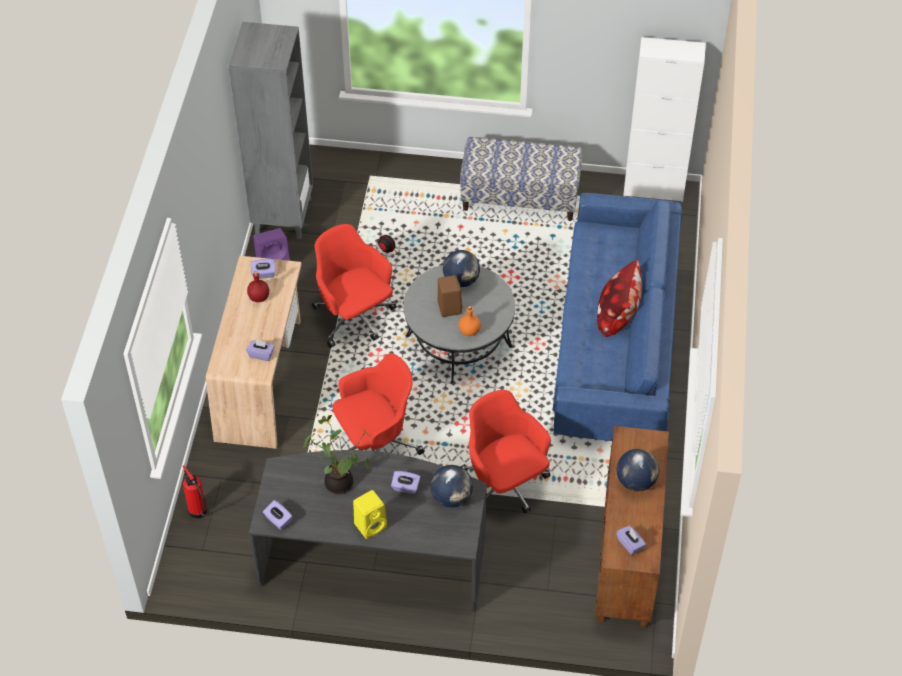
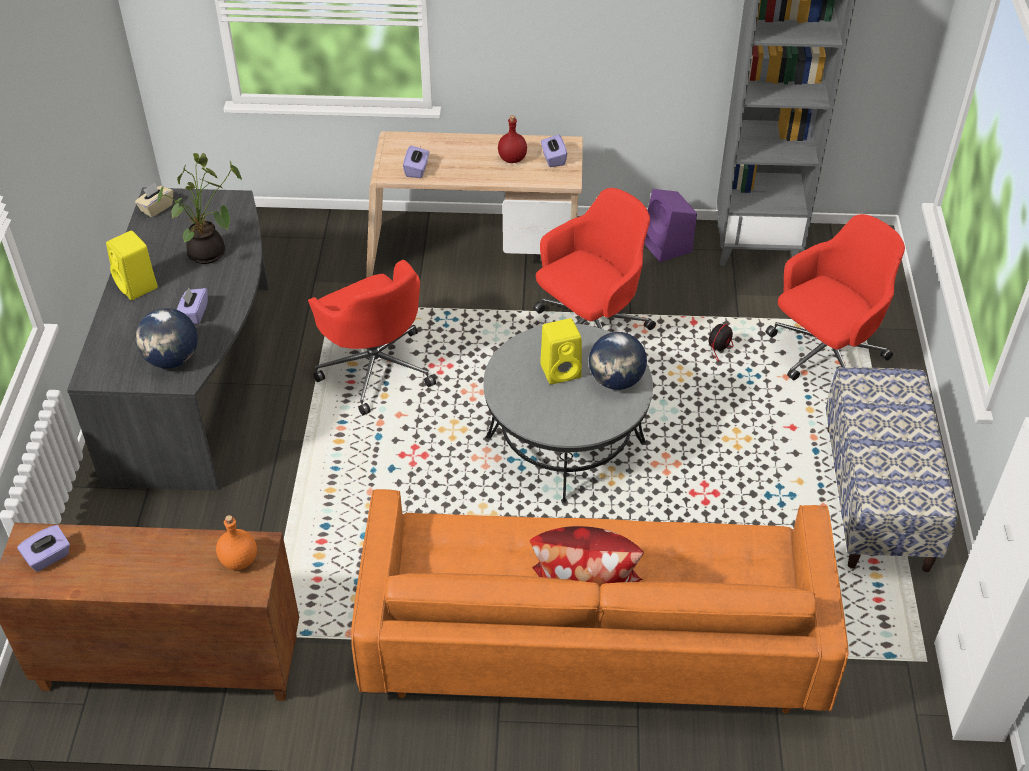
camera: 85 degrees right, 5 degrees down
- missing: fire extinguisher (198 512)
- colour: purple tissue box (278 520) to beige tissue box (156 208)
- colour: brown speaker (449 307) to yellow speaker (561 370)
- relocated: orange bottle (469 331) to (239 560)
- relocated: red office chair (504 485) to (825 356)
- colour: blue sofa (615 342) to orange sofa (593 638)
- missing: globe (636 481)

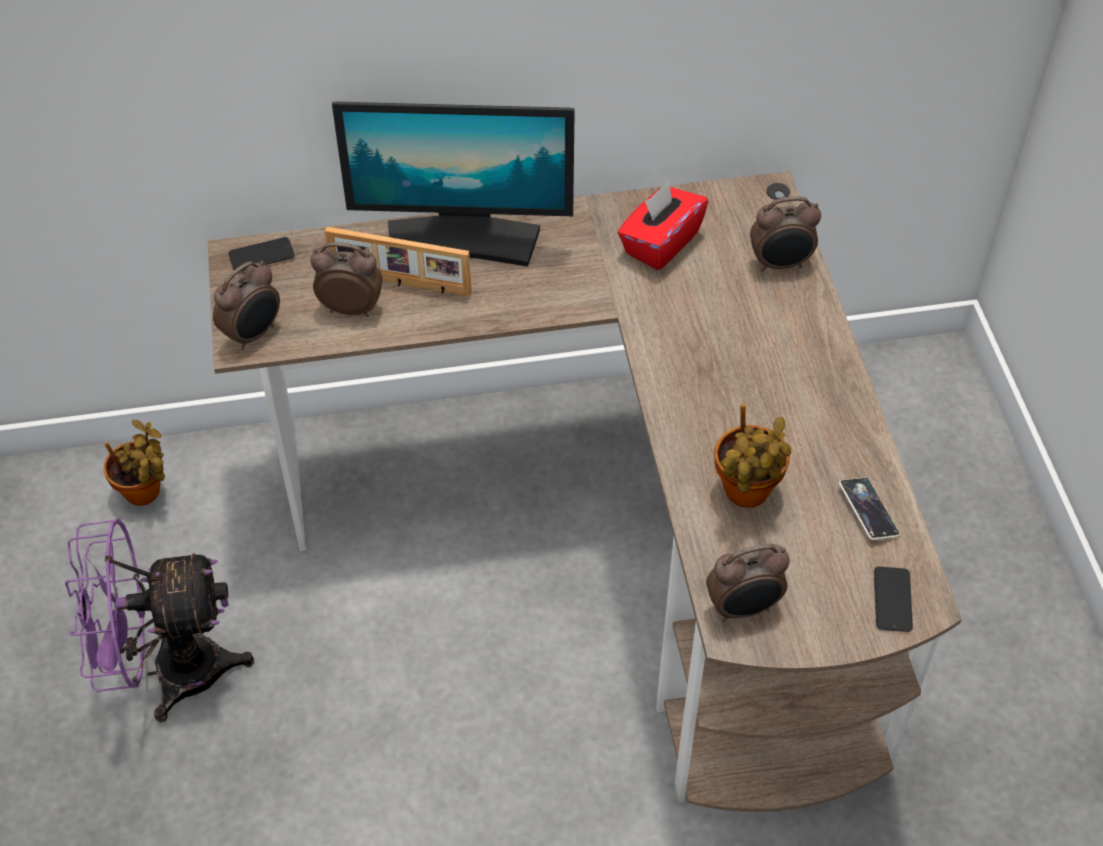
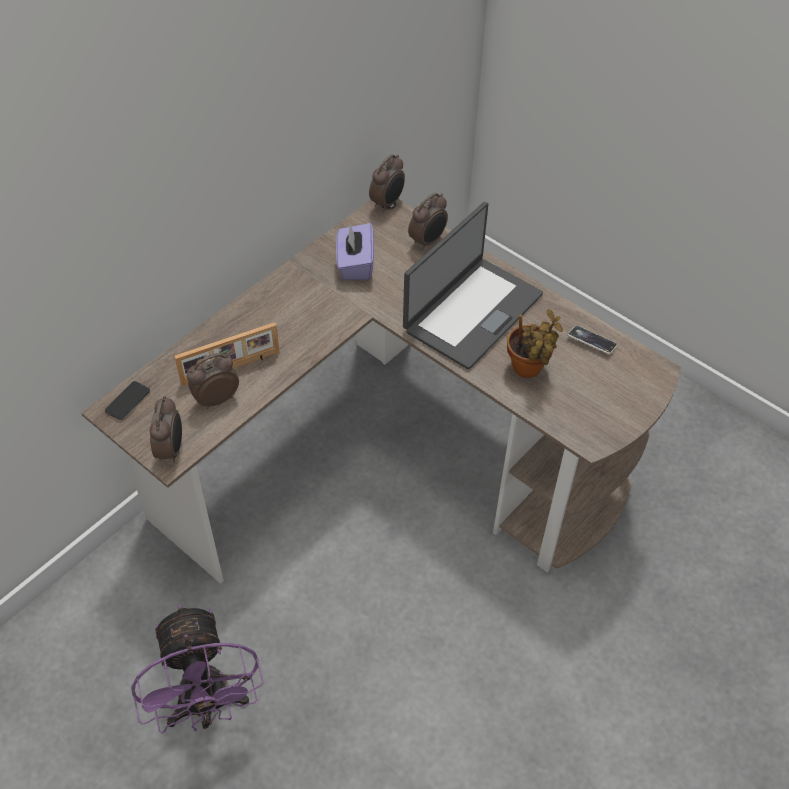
camera: 40 degrees left, 0 degrees up
- spun: purple fan (169 672) = (207 707) 60 degrees counterclockwise
- missing: potted plant (146 493)
- missing: monitor (462 240)
- colour: red tissue box (660 243) to purple tissue box (355 264)
- relocated: alarm clock (744 609) to (387 203)
- missing: phone (892 600)
- appeared: laptop (471 312)

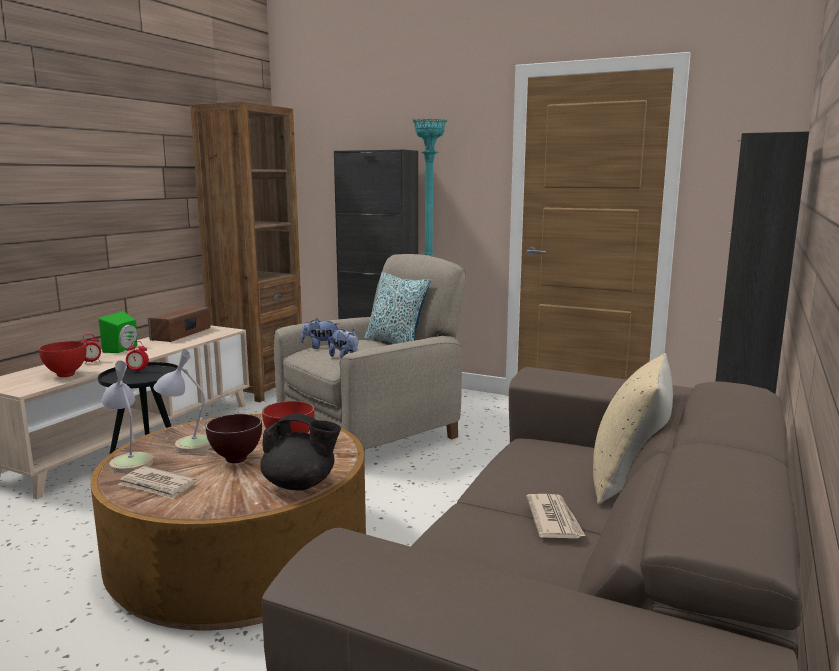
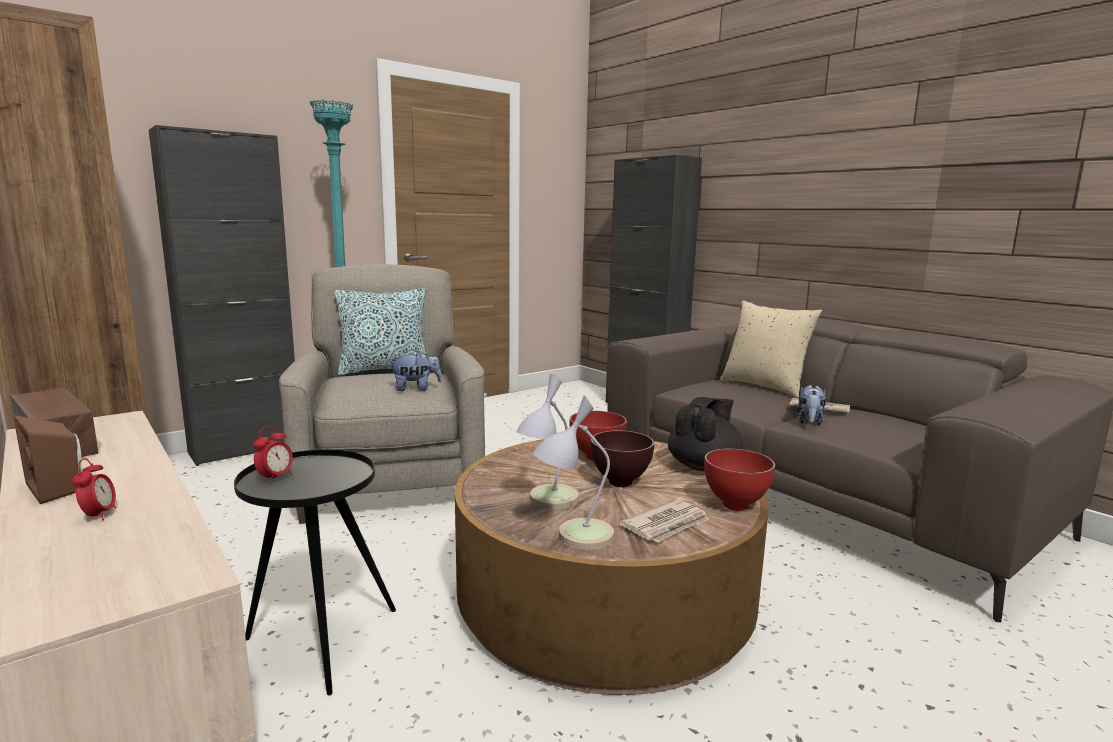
camera: 65 degrees left, 0 degrees up
- relocated: red bowl (67 375) to (735 505)
- colour: green speaker (123 349) to brown speaker (58 488)
- relocated: plush toy (320 347) to (809 422)

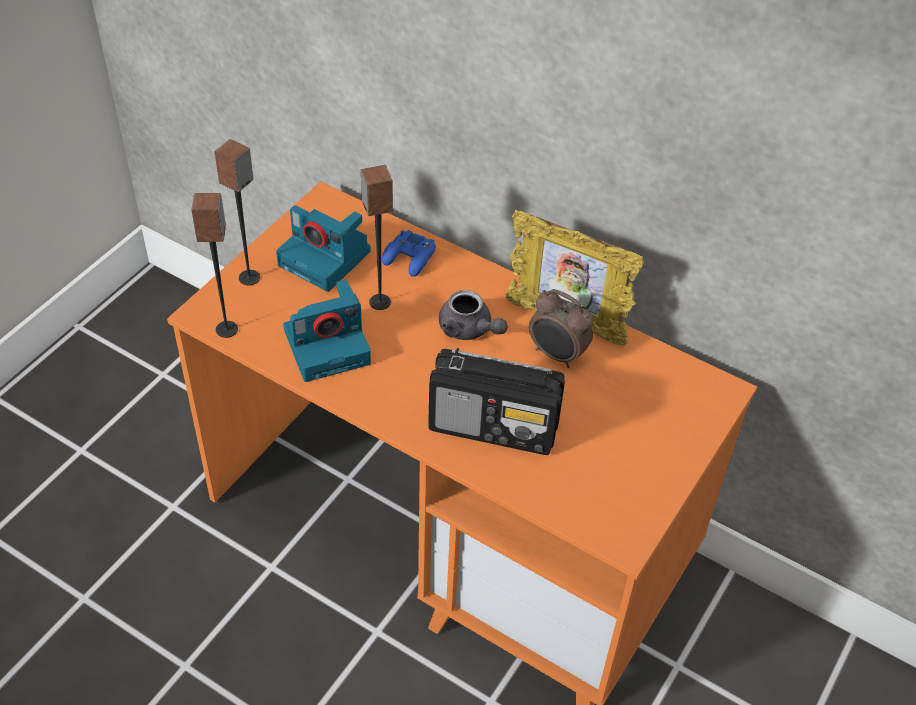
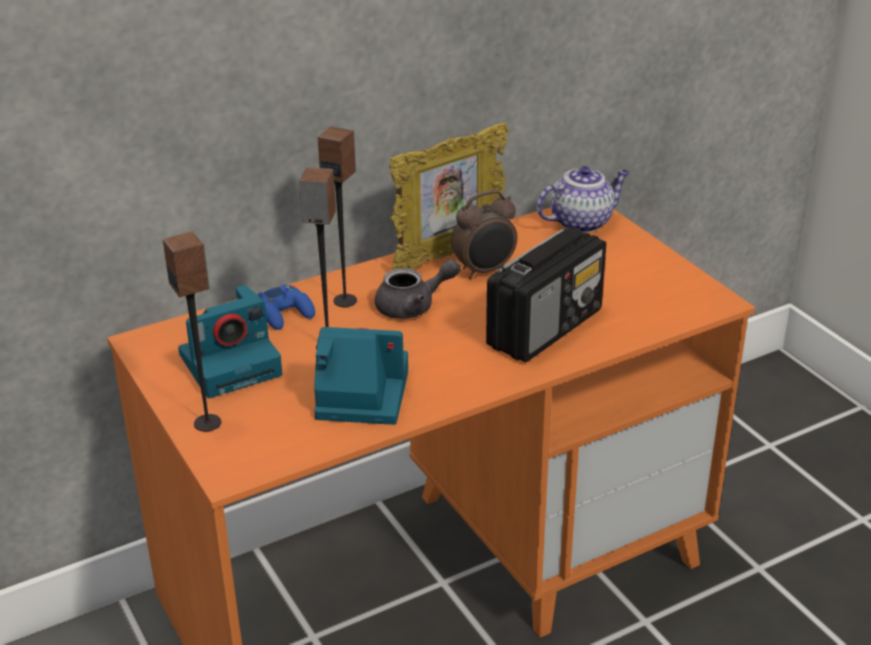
camera: 60 degrees left, 15 degrees down
- relocated: speaker (227 329) to (345 300)
- spun: photo camera (328 345) = (359 395) 90 degrees counterclockwise
- appeared: teapot (582 222)

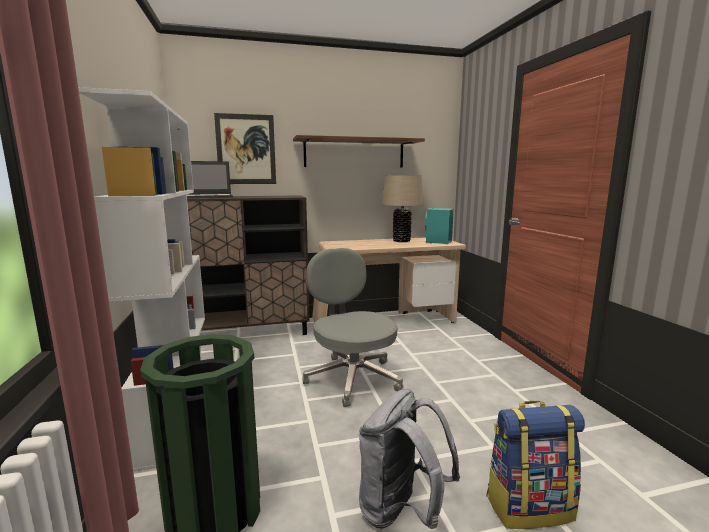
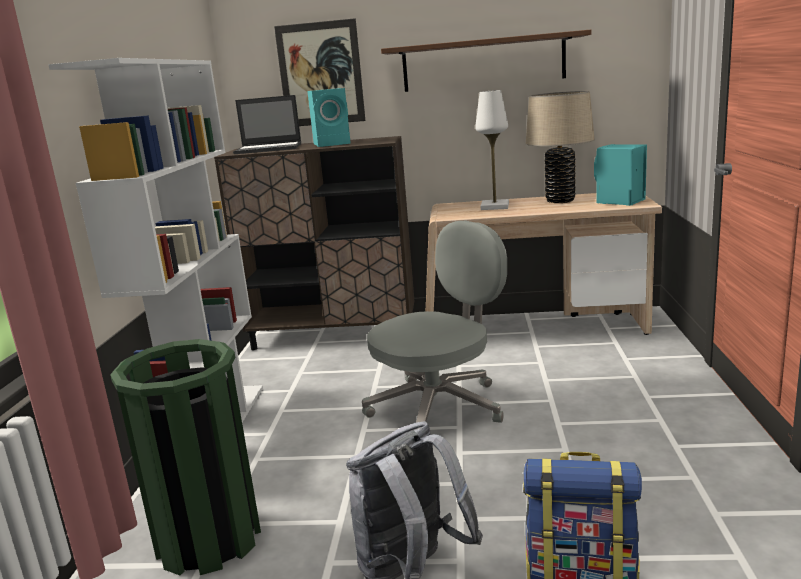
camera: 20 degrees right, 5 degrees up
- spun: grey office chair (352 378) = (439 407) 60 degrees clockwise
- appeared: turquoise speaker (333 144)
- appeared: white table lamp (494 206)

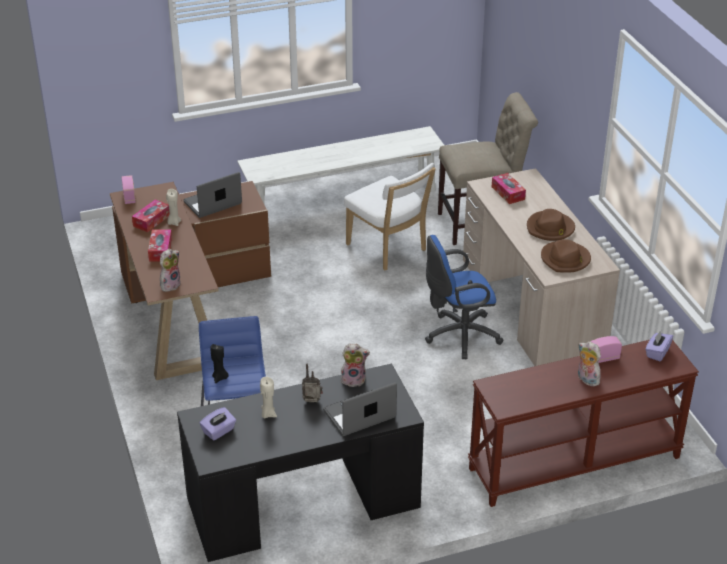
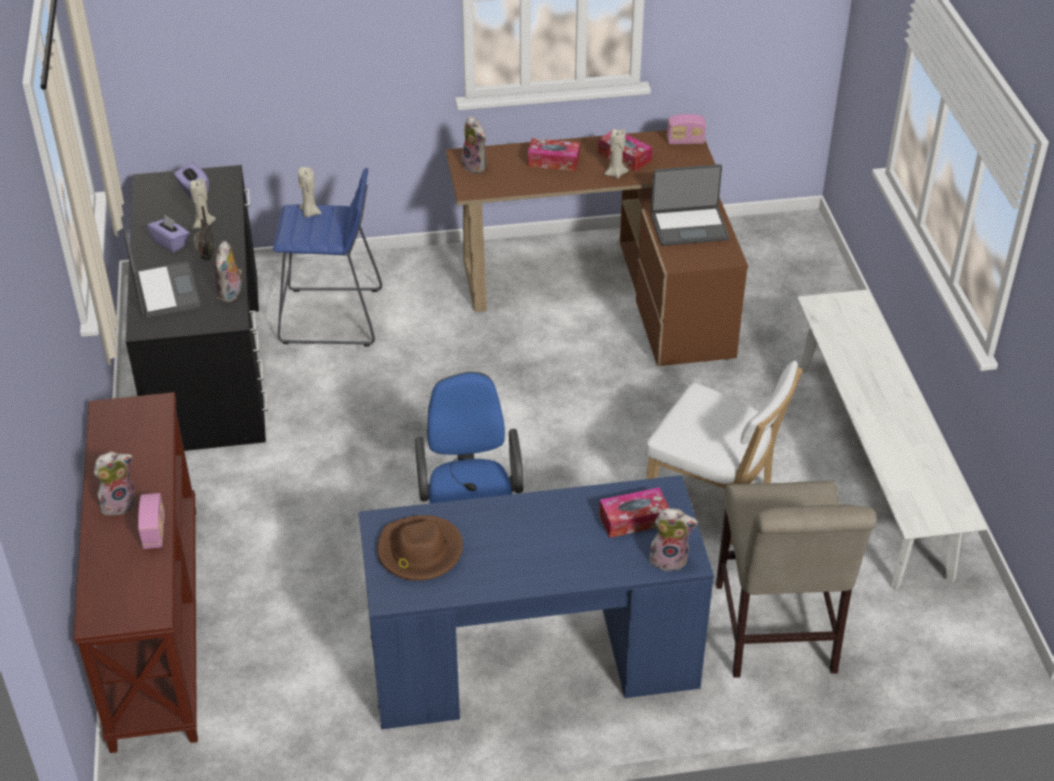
camera: 100 degrees right, 5 degrees up
- spun: laptop (213 203) = (689 226) 105 degrees clockwise
- colour: black candle (220 378) to beige candle (309 213)
- spun: white chair (388 249) = (713 502) 120 degrees counterclockwise
- colour: beige desk (531 304) to blue desk (531 655)
- missing: brown hat (550 228)
- relocated: purple tissue box (657 353) to (170 243)
- appeared: plush toy (669 559)

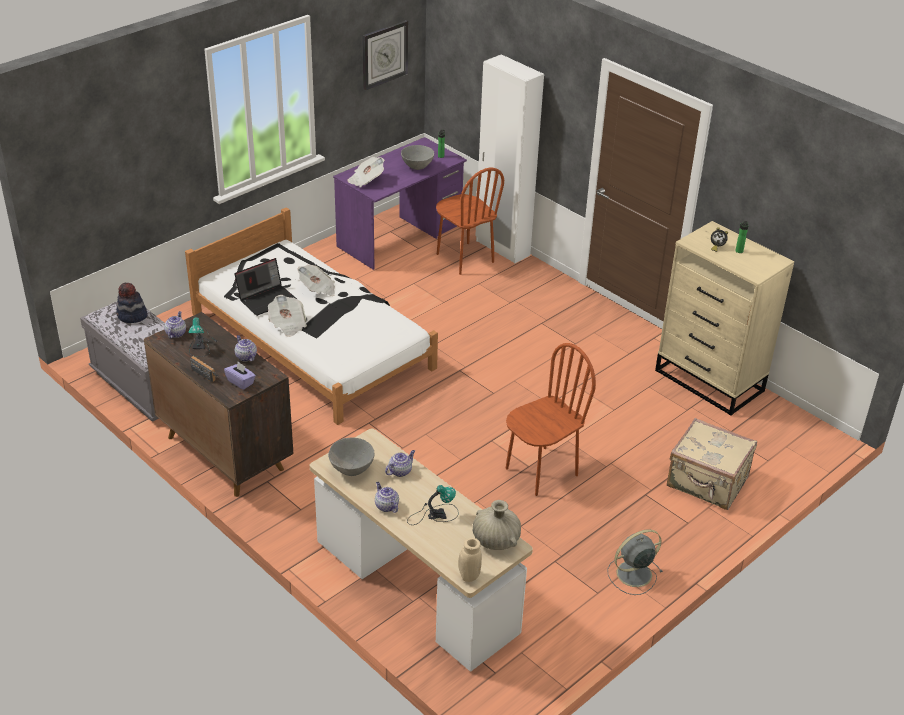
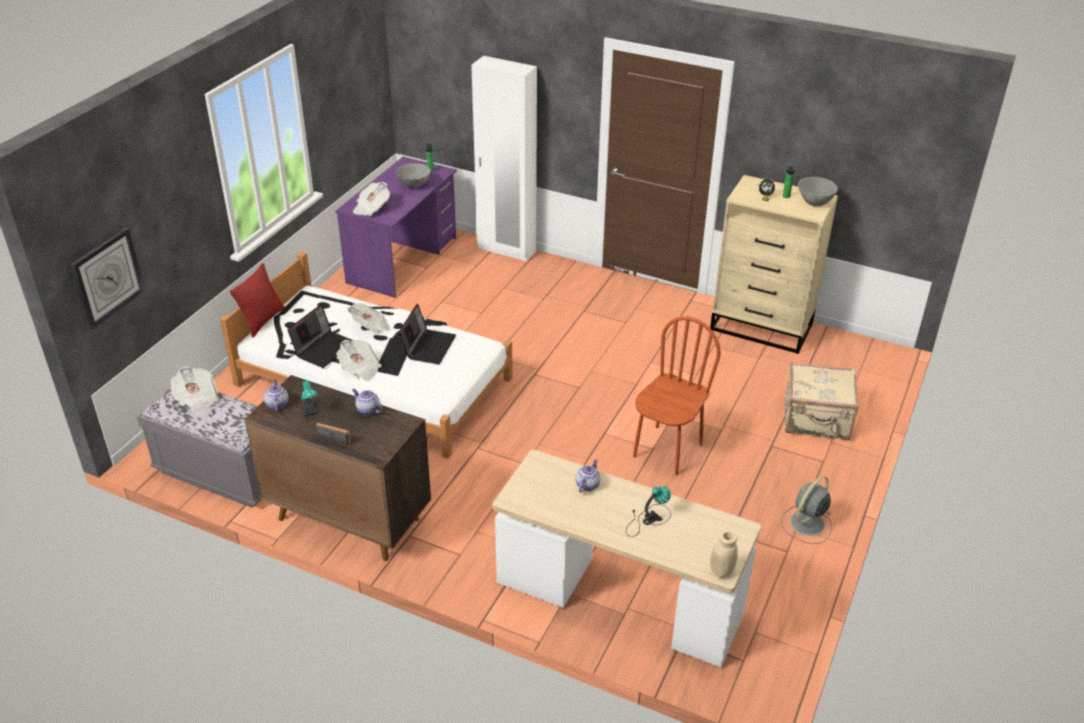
camera: 20 degrees left, 0 degrees up
- exchanged: hat (132 316) to newspaper (197 400)
- missing: purple tissue box (241 382)
- relocated: grey bowl (351 469) to (814 203)
- relocated: wall clock (384 54) to (107 277)
- missing: teapot (386 506)
- missing: brown chair (464 258)
- missing: beige vase (496 540)
- appeared: red pillow (262 320)
- appeared: laptop (428 346)

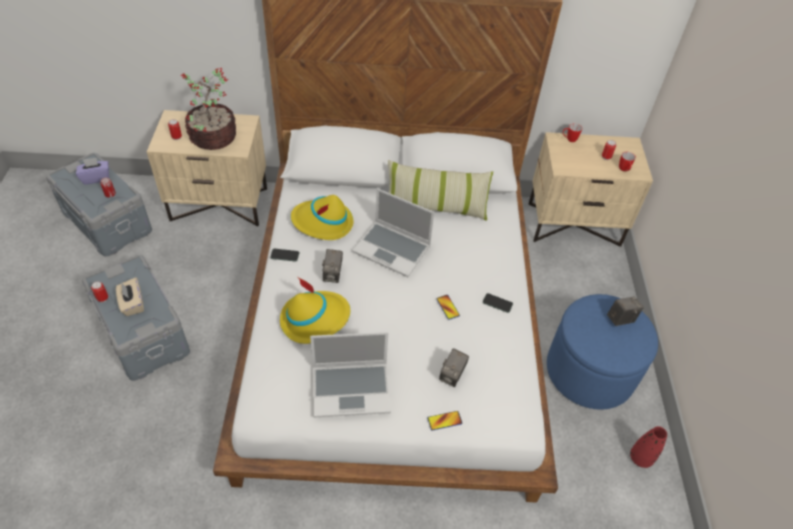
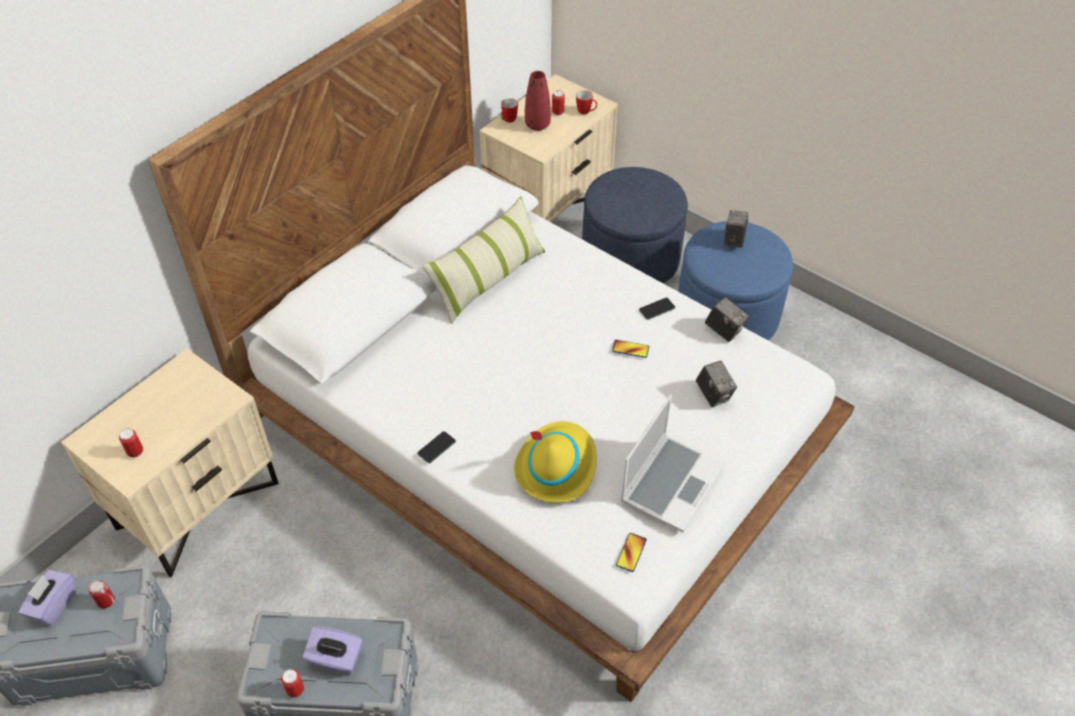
camera: 50 degrees left, 0 degrees up
- colour: beige tissue box (132 304) to purple tissue box (335 659)
- missing: potted plant (212 138)
- missing: yellow hat (322 223)
- relocated: photo camera (333 274) to (724 330)
- missing: laptop (393 249)
- relocated: phone (444 421) to (631 552)
- relocated: red vase (640 458) to (537 125)
- appeared: blue ottoman (630 258)

